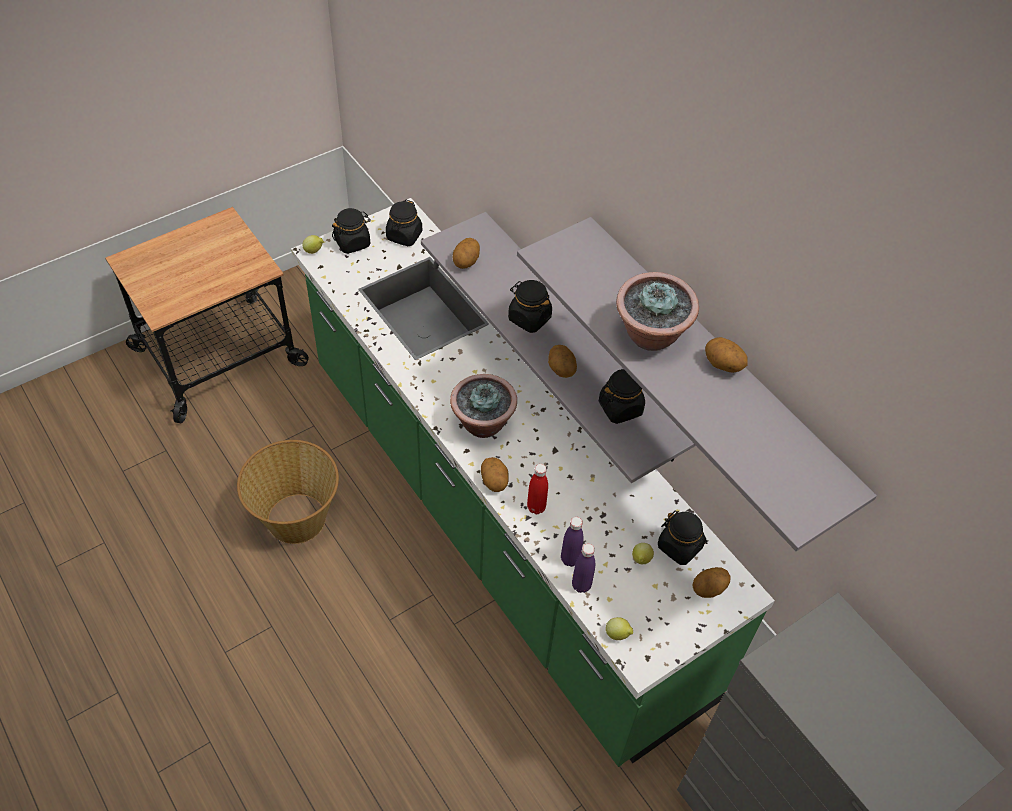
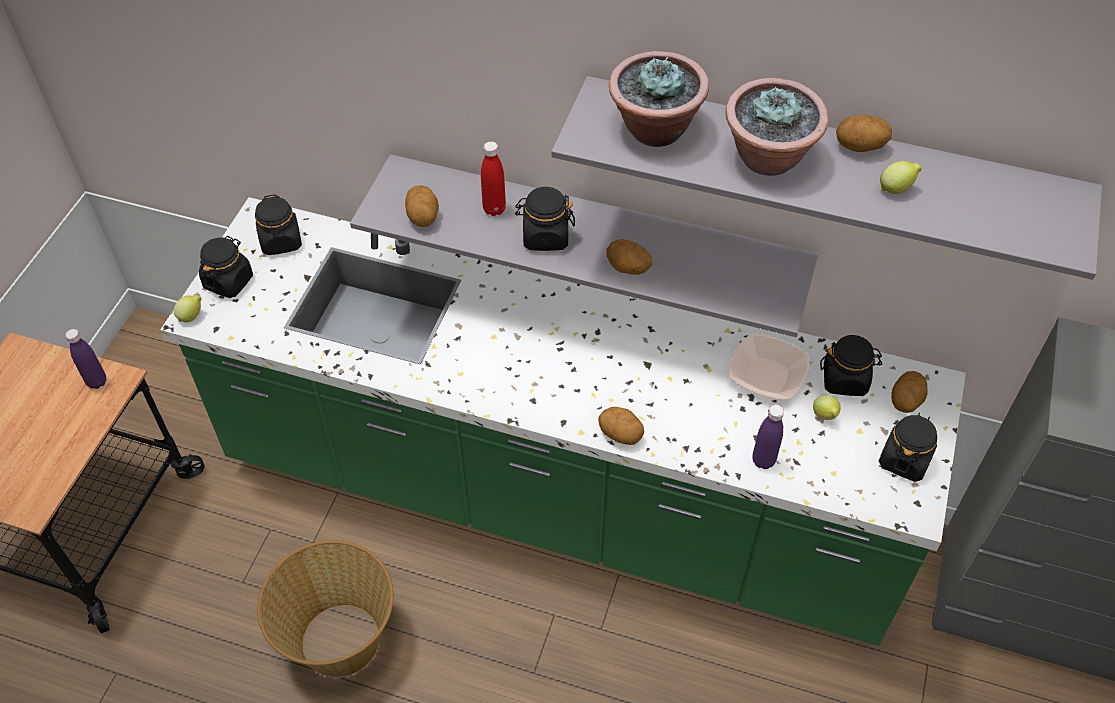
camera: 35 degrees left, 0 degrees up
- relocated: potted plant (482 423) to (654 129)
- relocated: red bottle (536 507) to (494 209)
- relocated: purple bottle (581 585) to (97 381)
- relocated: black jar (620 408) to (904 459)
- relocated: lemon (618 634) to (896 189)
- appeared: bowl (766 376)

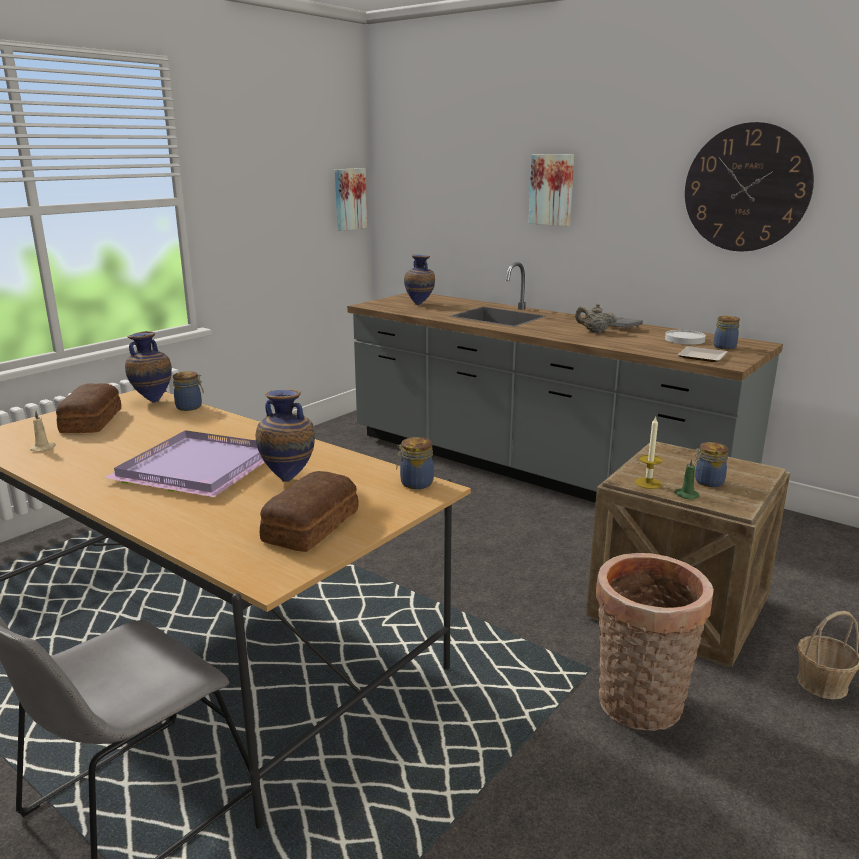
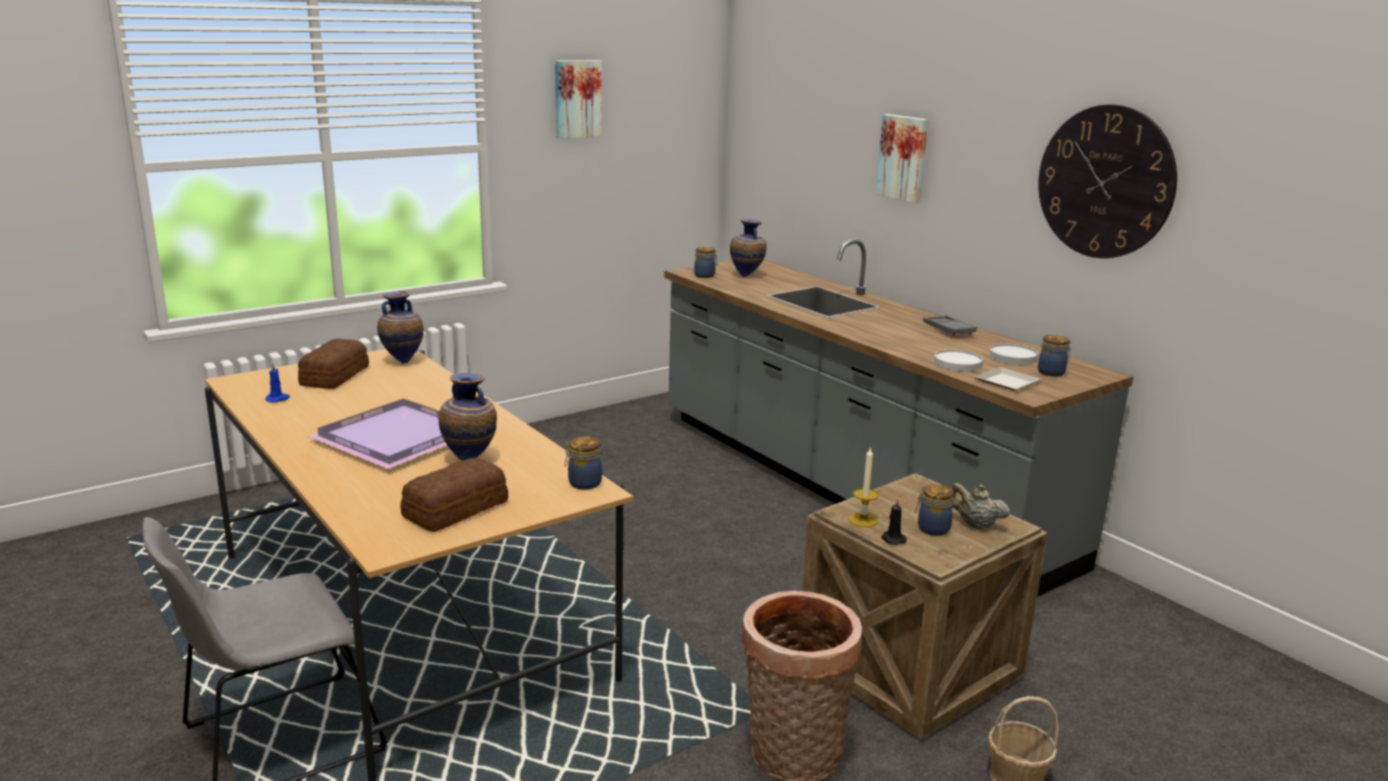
camera: 15 degrees right, 0 degrees up
- colour: beige candle (44 448) to blue candle (278 399)
- relocated: jar (190 407) to (705 276)
- relocated: picture (349 199) to (576 99)
- relocated: beige teapot (594 332) to (975 524)
- colour: green candle (685 495) to black candle (892 539)
- appeared: white plate (957 363)

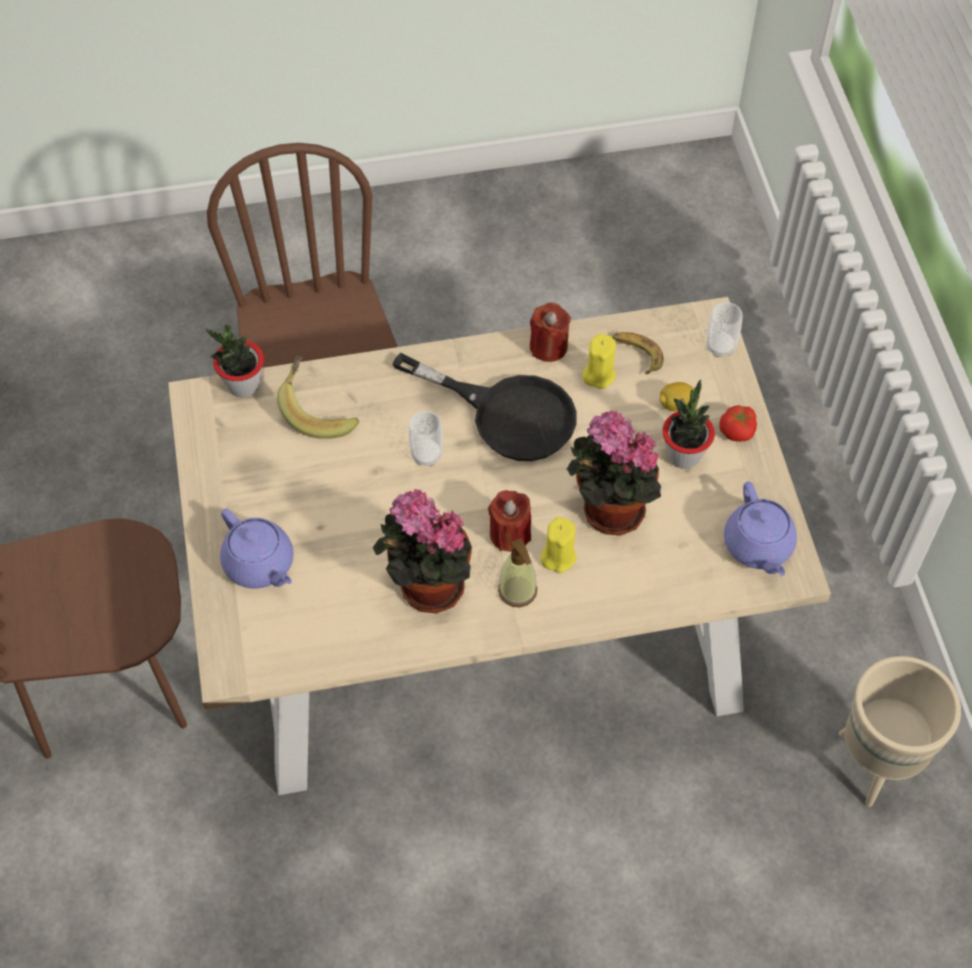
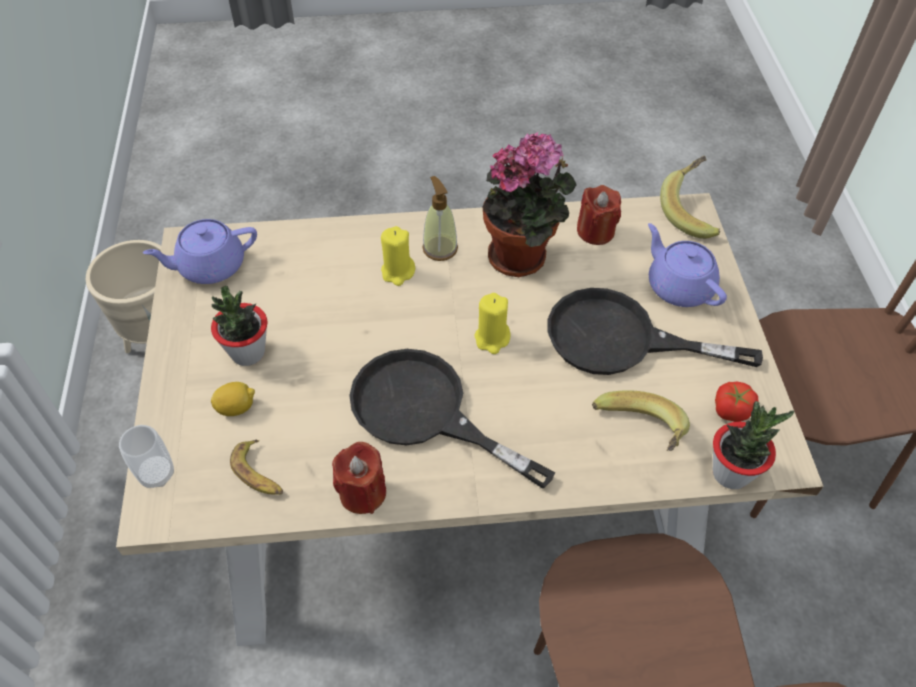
camera: 175 degrees left, 5 degrees down
- missing: cup (426 455)
- relocated: red candle (510 534) to (595 231)
- missing: potted plant (607 511)
- relocated: yellow candle (599 375) to (492 338)
- relocated: tomato (737 431) to (731 409)
- spun: purple teapot (758 546) = (210 266) 105 degrees counterclockwise
- appeared: black frying pan (621 340)
- appeared: banana (693 211)

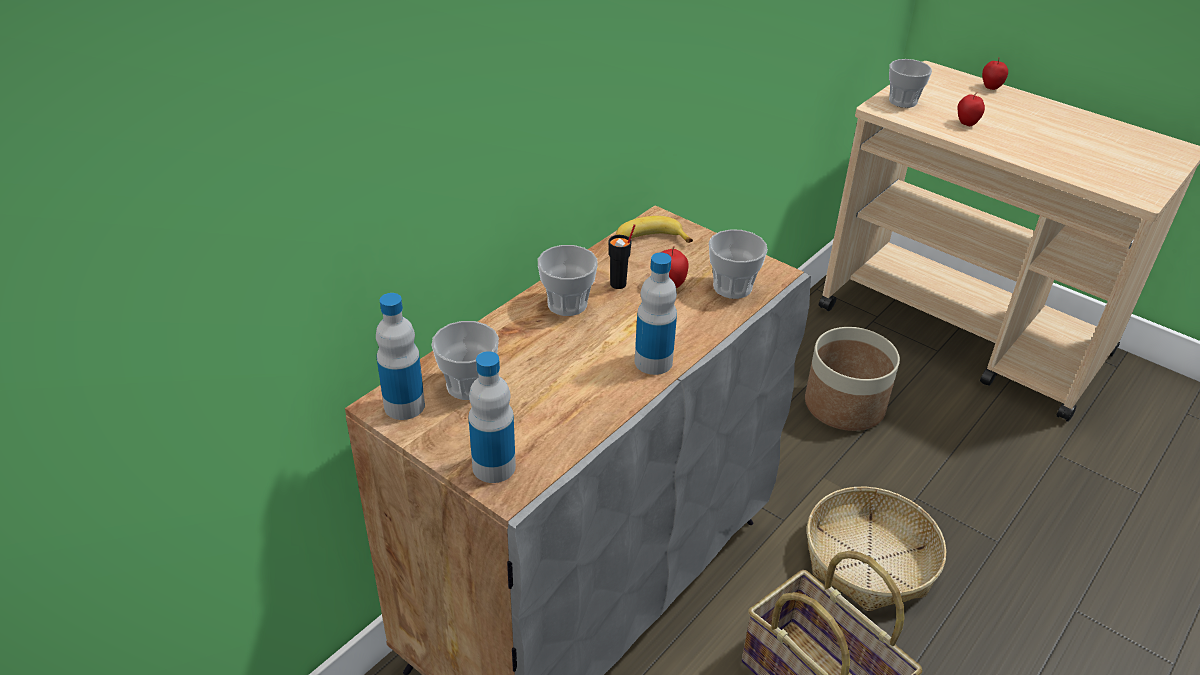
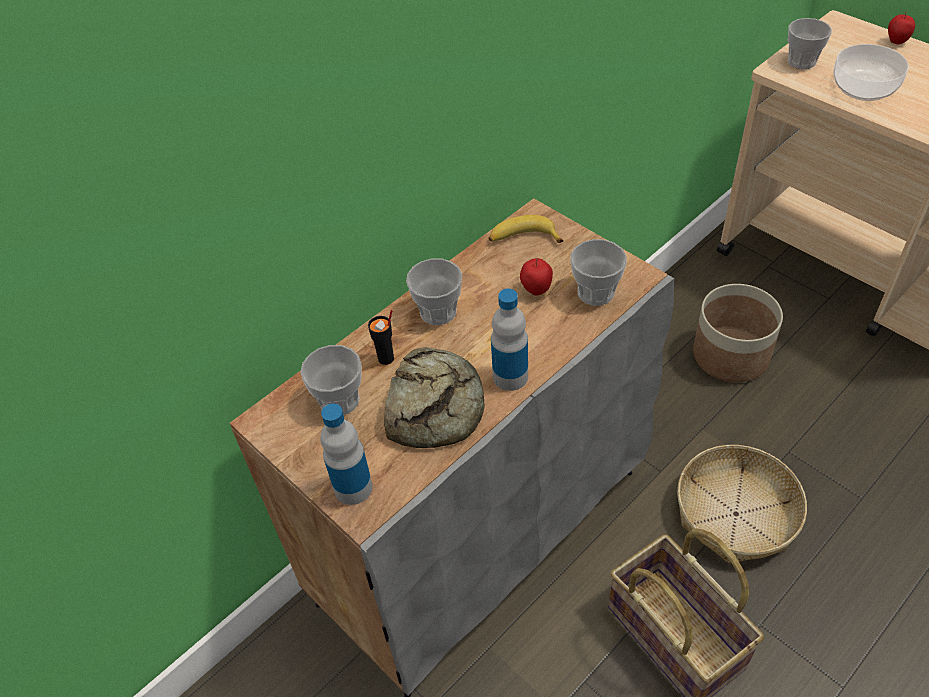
camera: 10 degrees right, 10 degrees up
- missing: bottle (404 405)
- relocated: black cup (618 284) to (386 358)
- exchanged: apple (966 123) to bowl (863 87)
- appeared: bread (436 405)

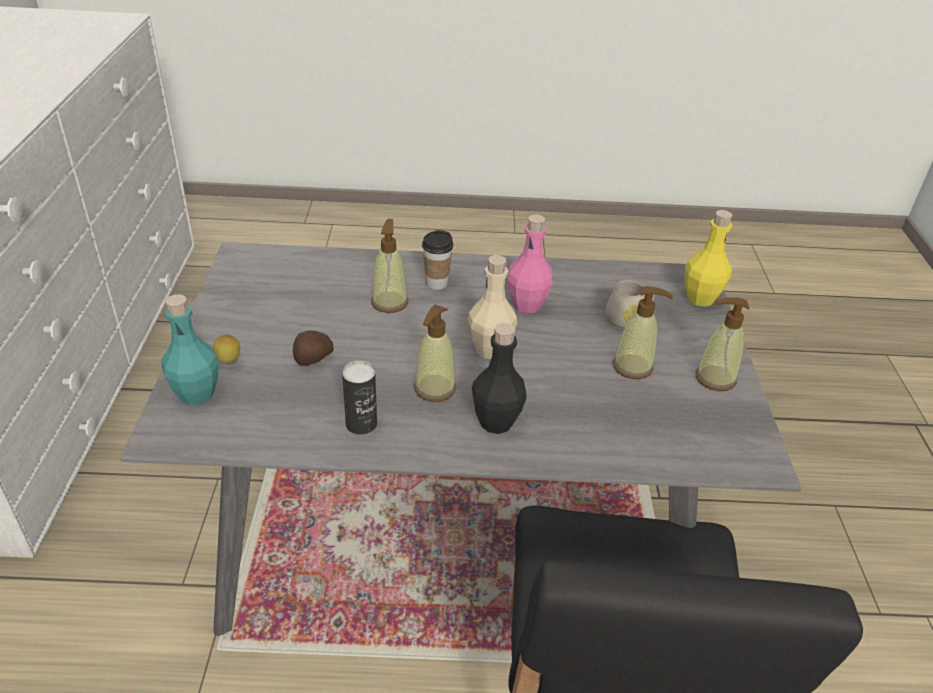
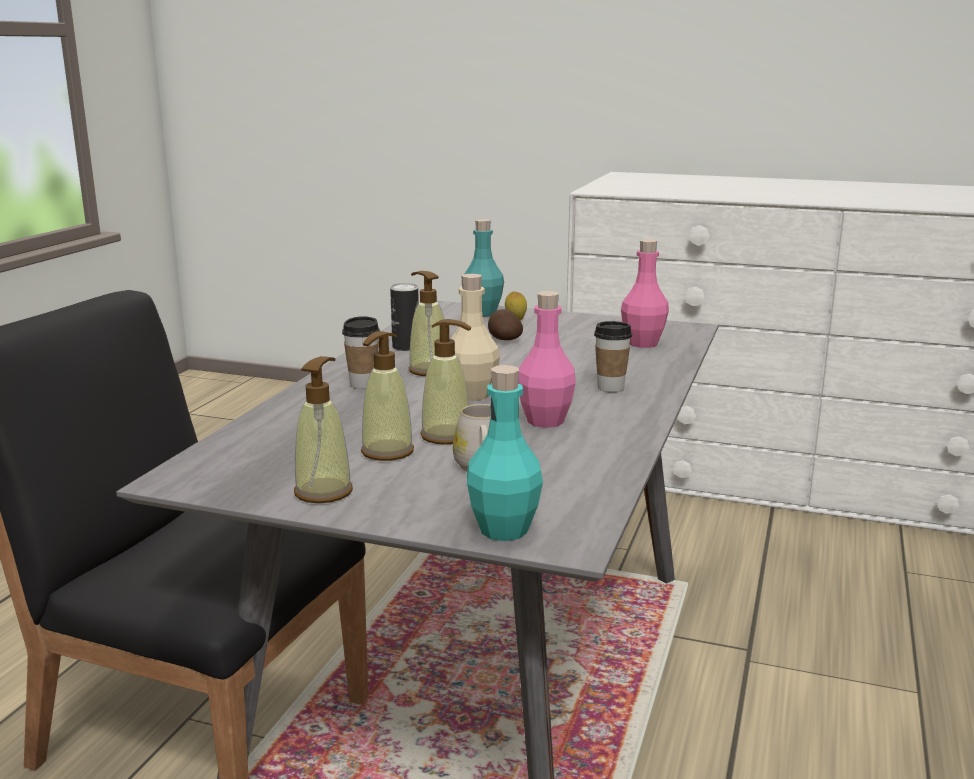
camera: 110 degrees right, 20 degrees down
- relocated: soap dispenser (389 302) to (446 436)
- exchanged: black bottle (496 422) to cup (363 384)
- colour: yellow bottle (700 298) to turquoise bottle (504 530)
- appeared: pink bottle (643 343)

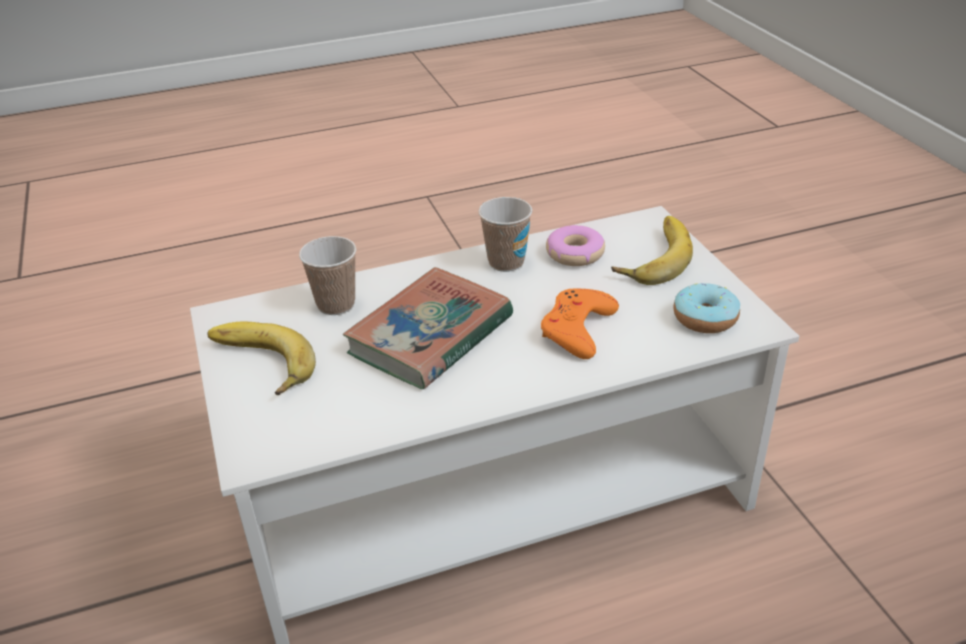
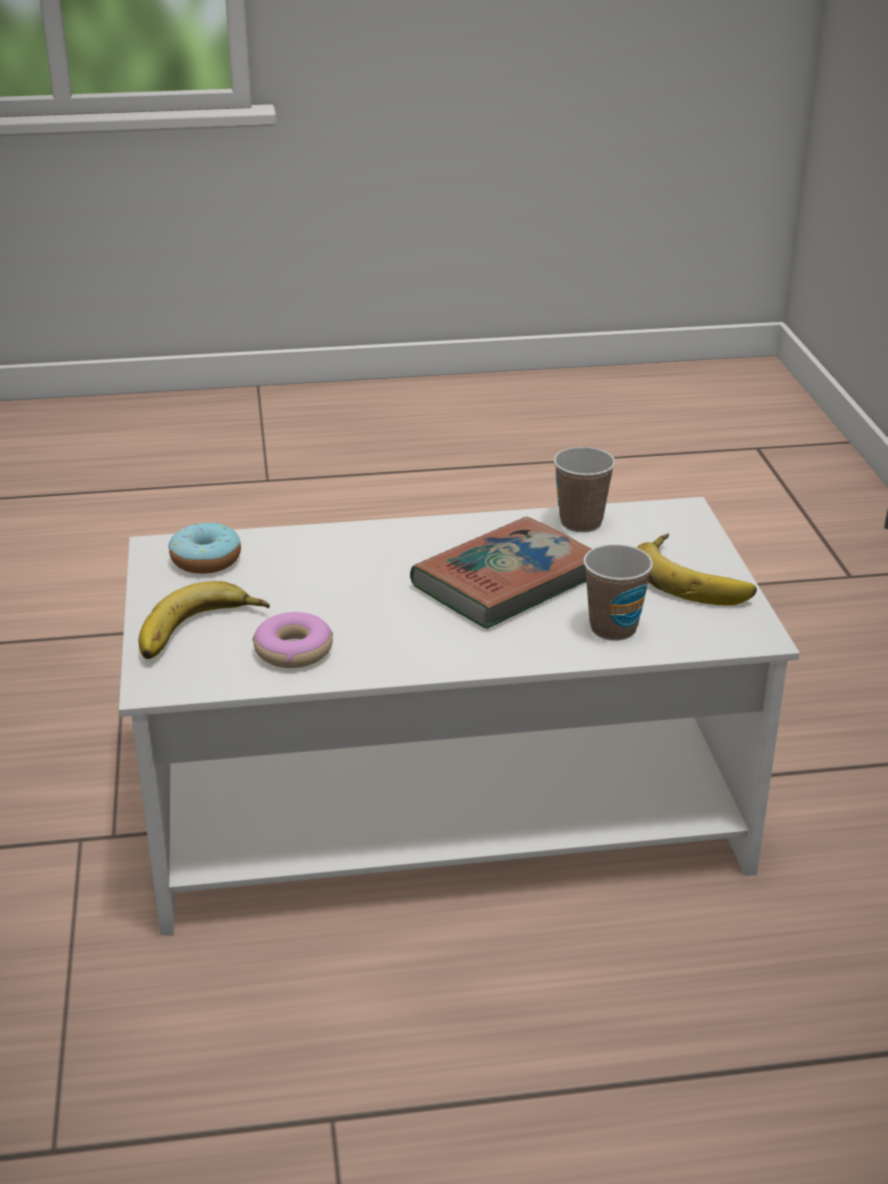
camera: 170 degrees left, 5 degrees down
- relocated: cup (506 262) to (581 522)
- missing: orange game controller (577 329)

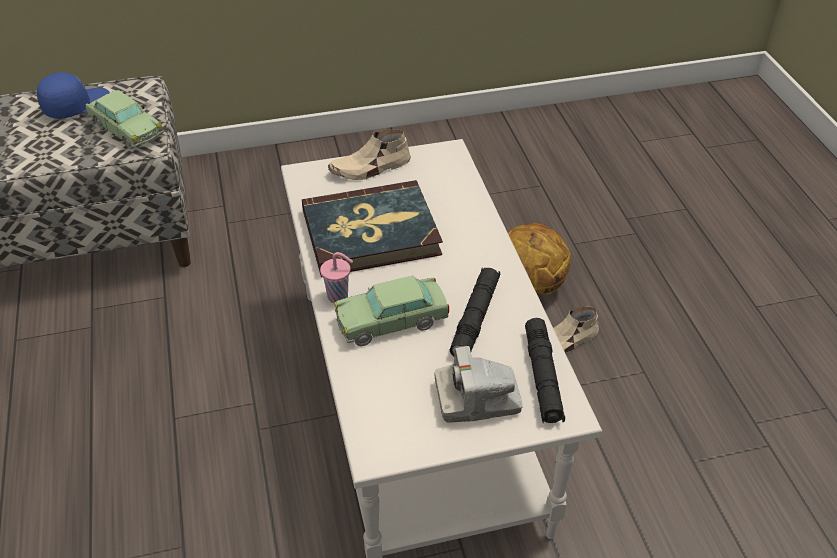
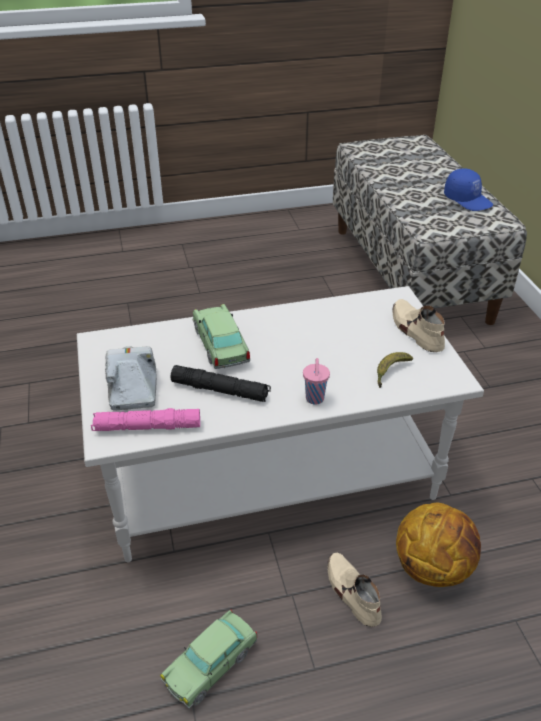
camera: 90 degrees right, 5 degrees down
- relocated: toy car (127 130) to (210 664)
- missing: book (371 233)
- relocated: pink cup (339 296) to (314 399)
- colour: black flashlight (542 377) to pink flashlight (147 427)
- appeared: banana (390 372)

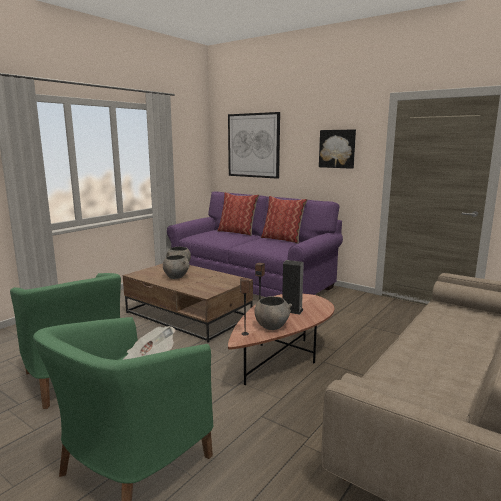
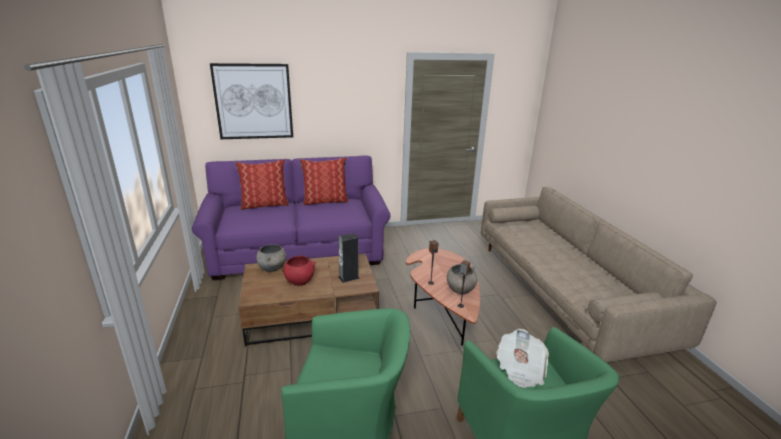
camera: 50 degrees left, 10 degrees up
- colour: grey bowl (176 277) to red bowl (300 281)
- relocated: speaker (292 310) to (348 277)
- missing: picture (337 149)

